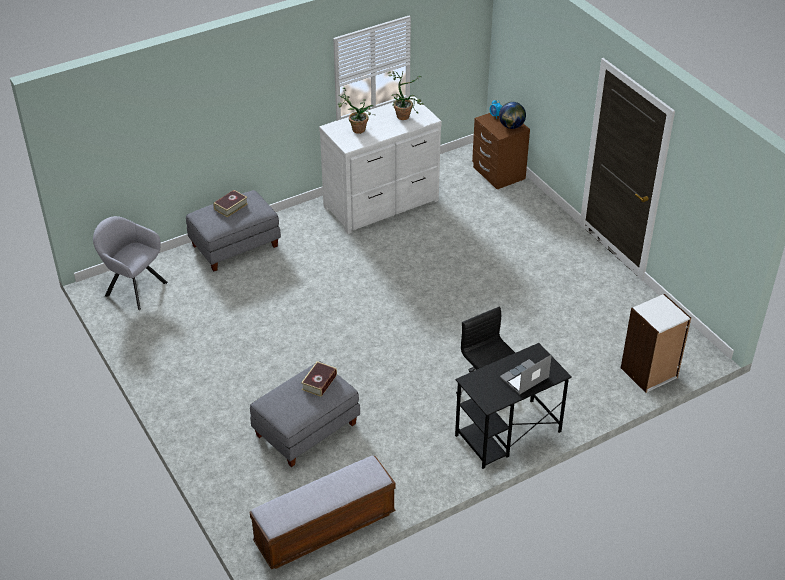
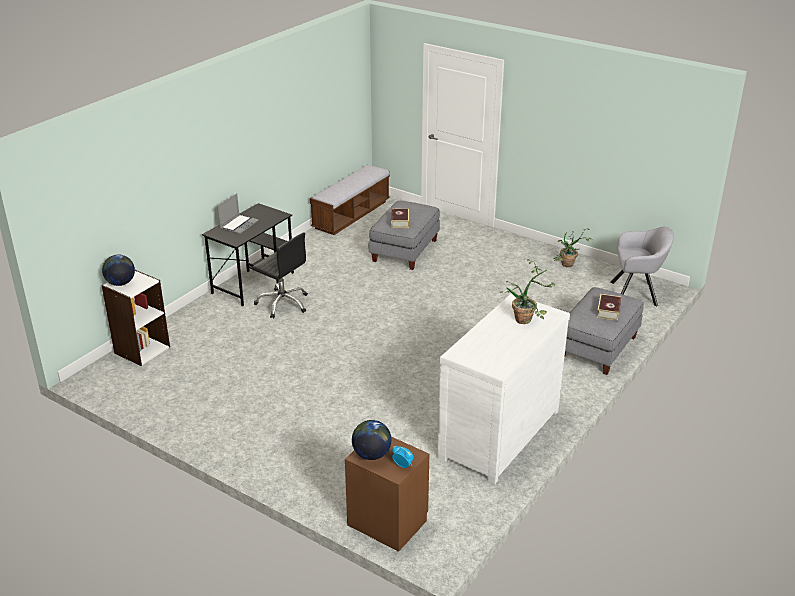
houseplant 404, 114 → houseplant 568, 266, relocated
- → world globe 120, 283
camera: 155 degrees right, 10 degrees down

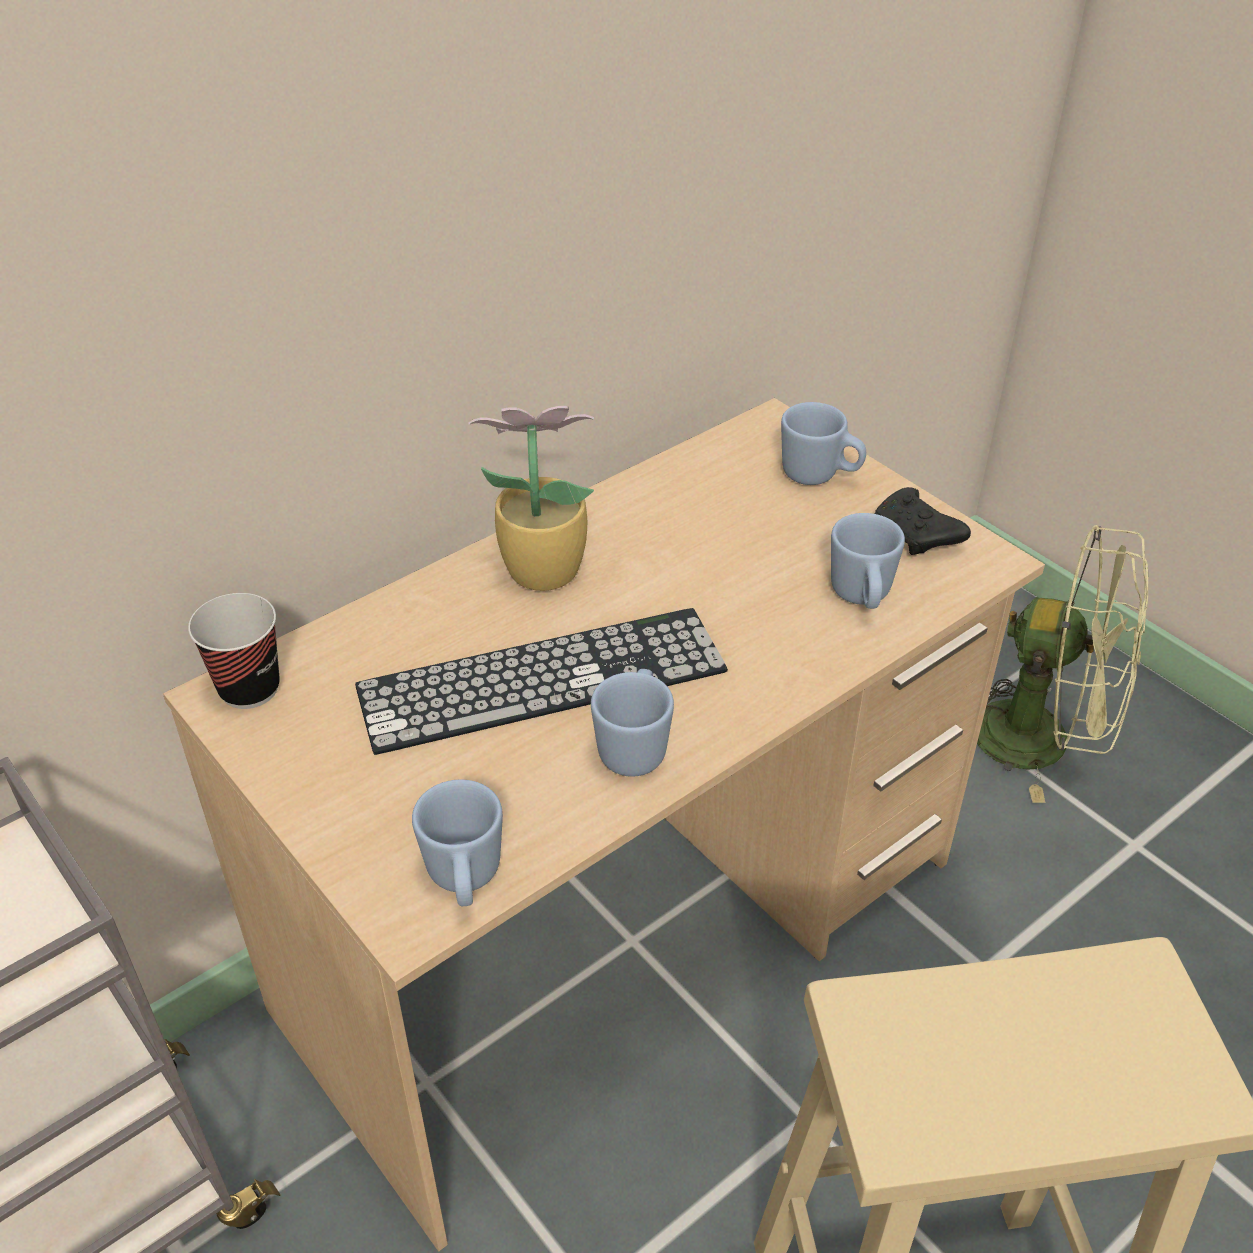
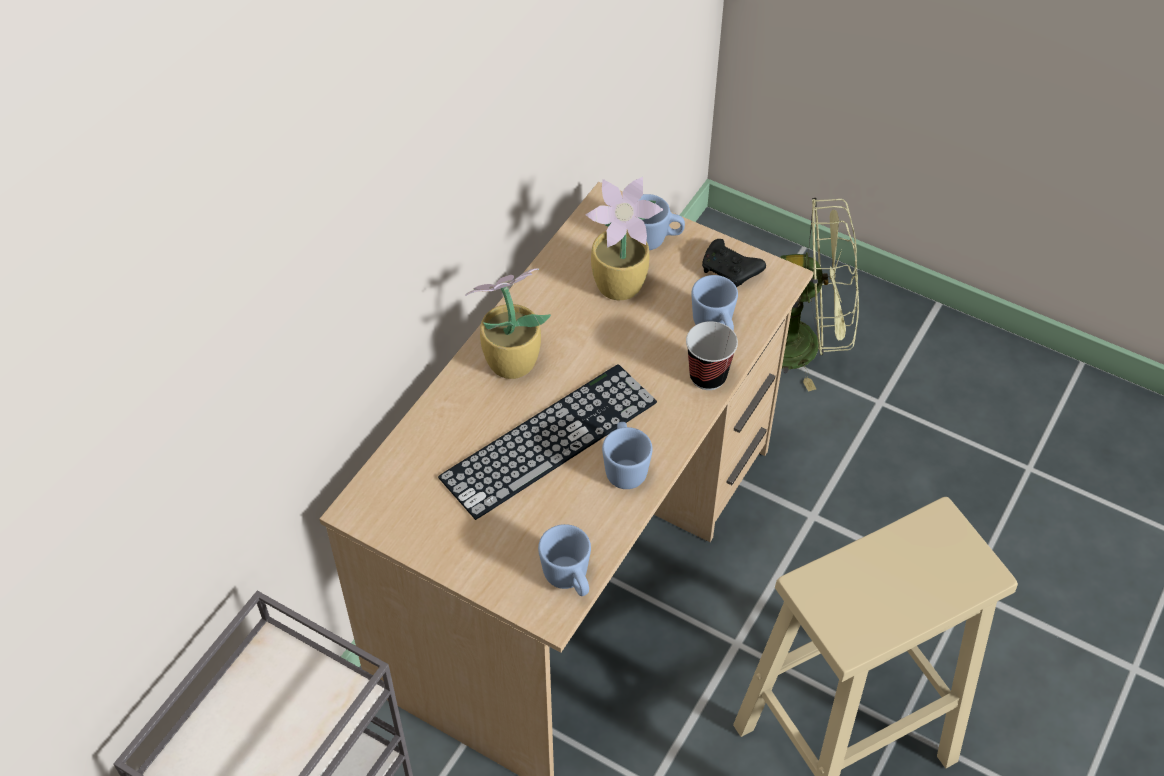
cup 249, 689 → cup 708, 376, relocated
- → houseplant 622, 286
camera: 20 degrees left, 10 degrees up

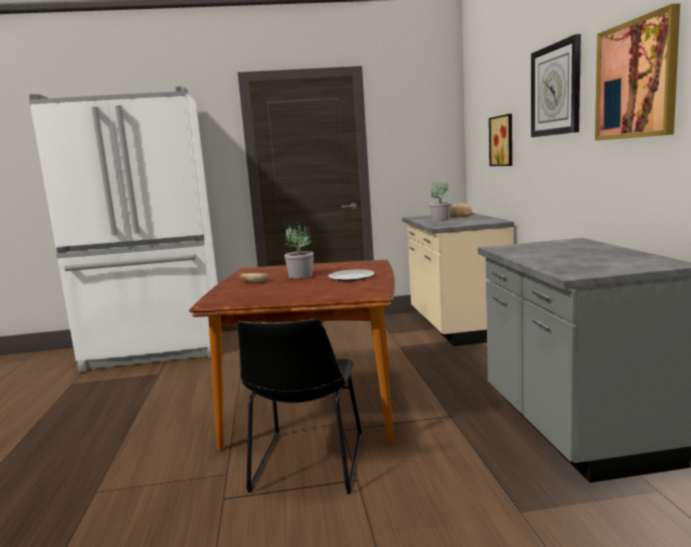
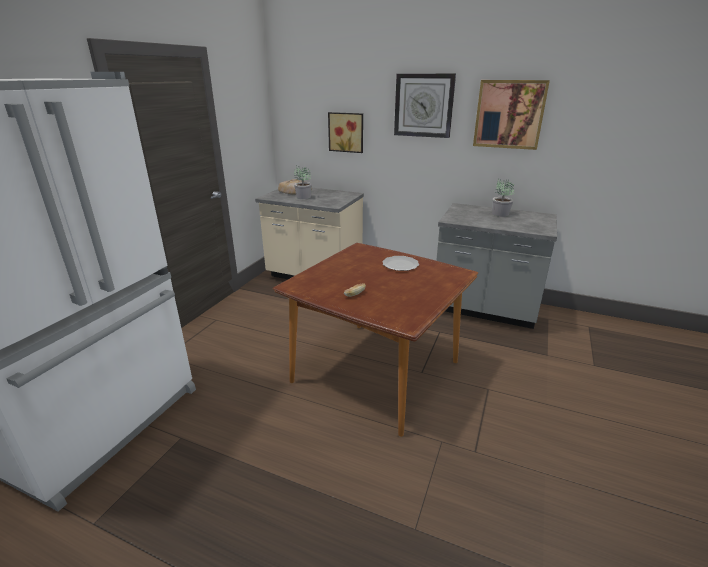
chair/blackish 307, 465 → -
houseplant 300, 275 → houseplant 500, 214, relocated
camera: 60 degrees left, 15 degrees up

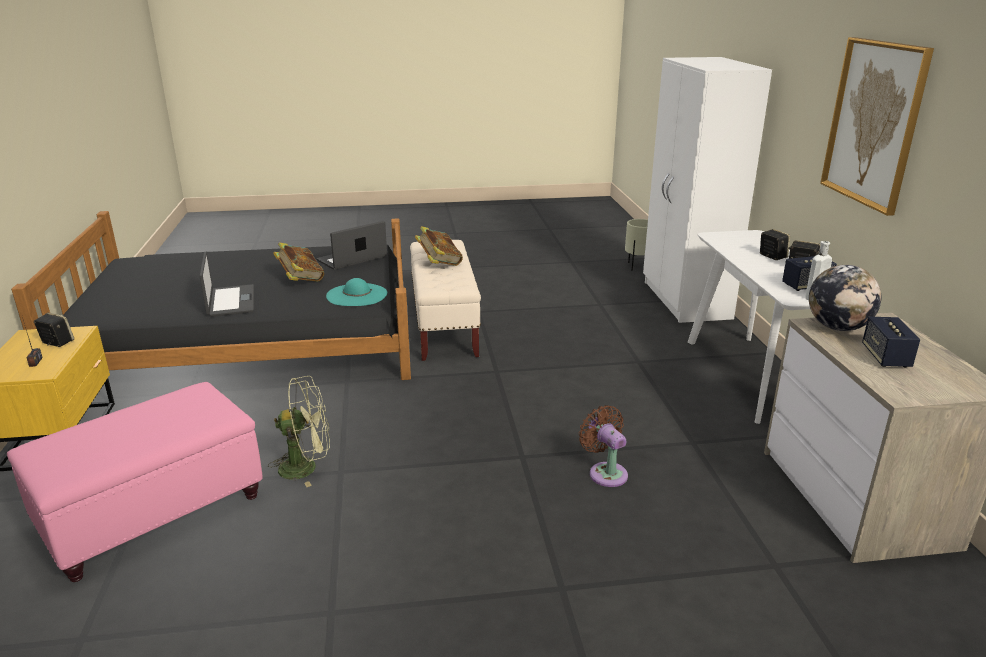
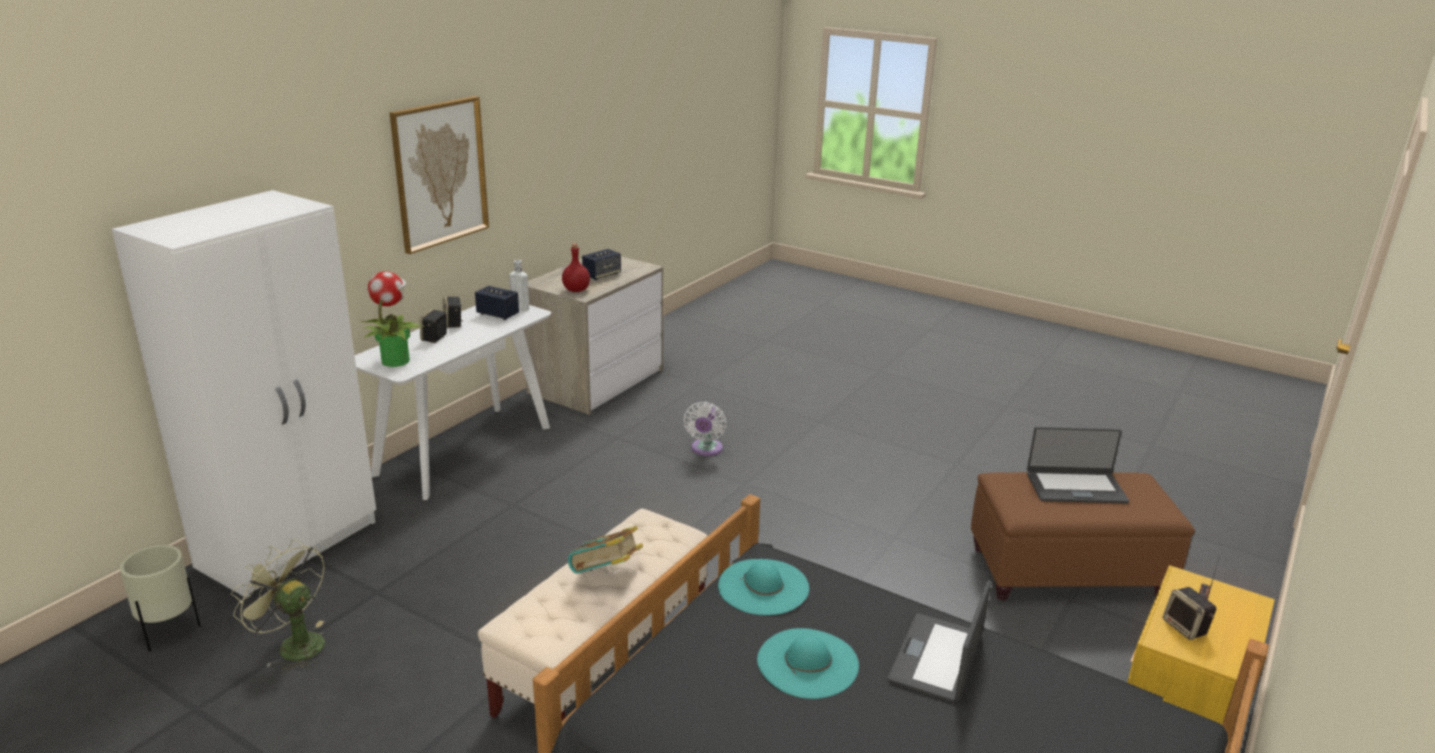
ottoman/pink 152, 514 → ottoman/brown 1068, 572
electric fan/green-coloured 306, 467 → electric fan/green-coloured 293, 644, relocated
volume 300, 280 → clothing hat/turquoise-coloured 807, 662
portable computer 352, 259 → portable computer 1075, 487, relocated
electric fan/brown 605, 472 → electric fan/white 706, 450
world globe 837, 327 → bottle/reddish 576, 290
- → houseplant 395, 360
camera: 140 degrees left, 0 degrees up

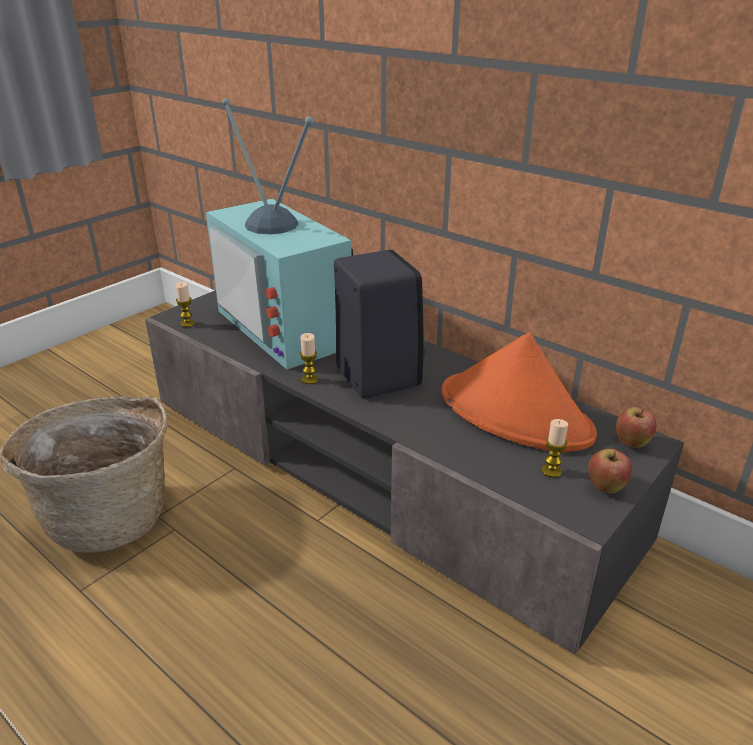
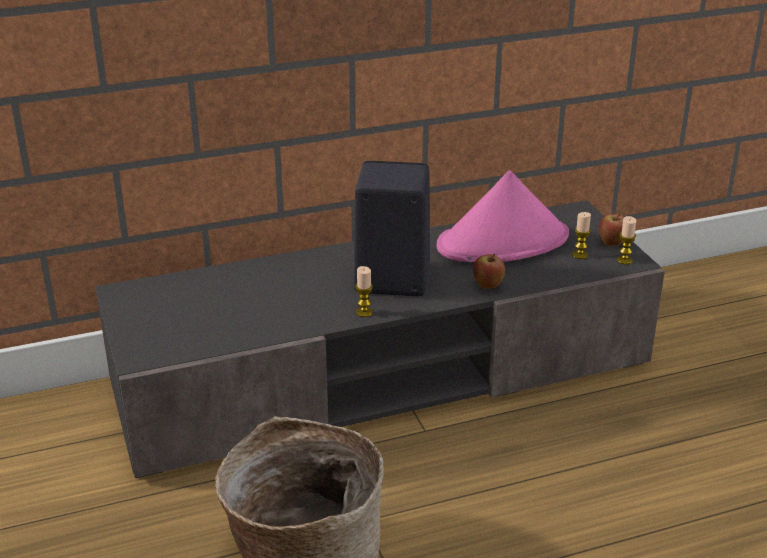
wax light 187, 323 → wax light 624, 260, relocated
TV set 291, 327 → -
clothing hat/orange-coloured 516, 414 → clothing hat/pink 503, 242
apple 631, 444 → apple 488, 286, relocated
camera: 60 degrees left, 0 degrees up

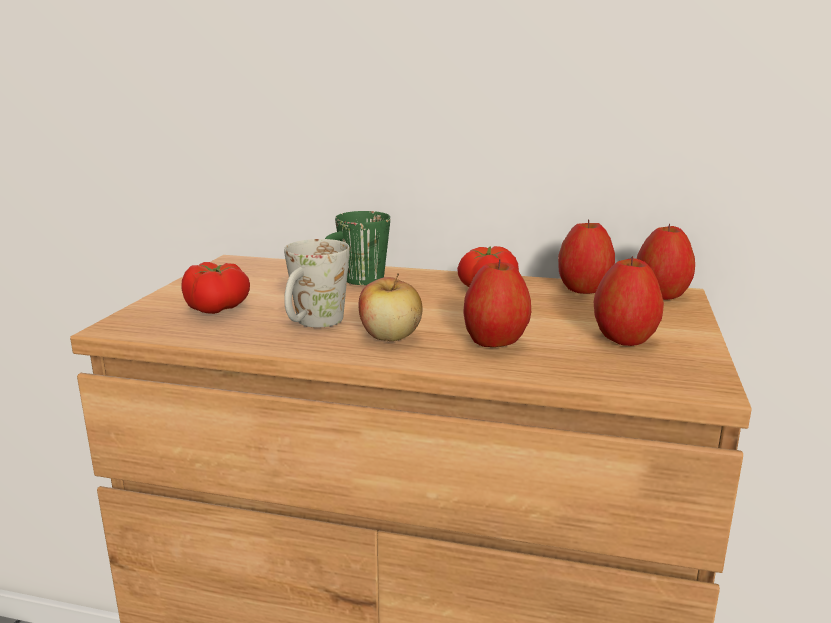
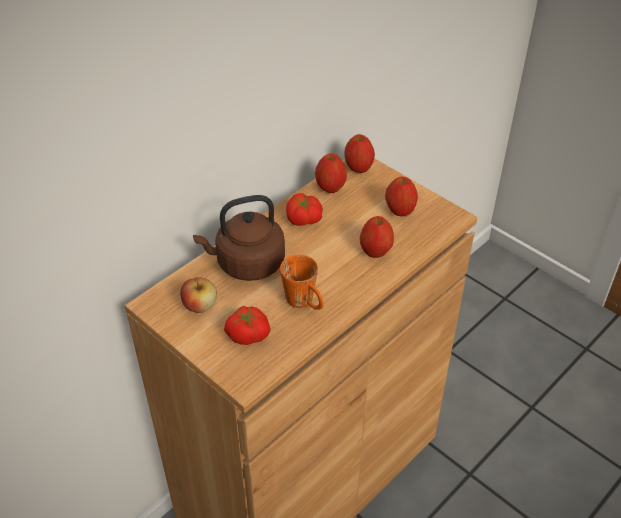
coffee mug/white 313, 325 → coffee mug/orange-coloured 305, 303
coffee mug/green-coloured 354, 282 → kettle/brown 247, 264
apple 390, 337 → apple 200, 306, relocated
camera: 60 degrees left, 25 degrees up

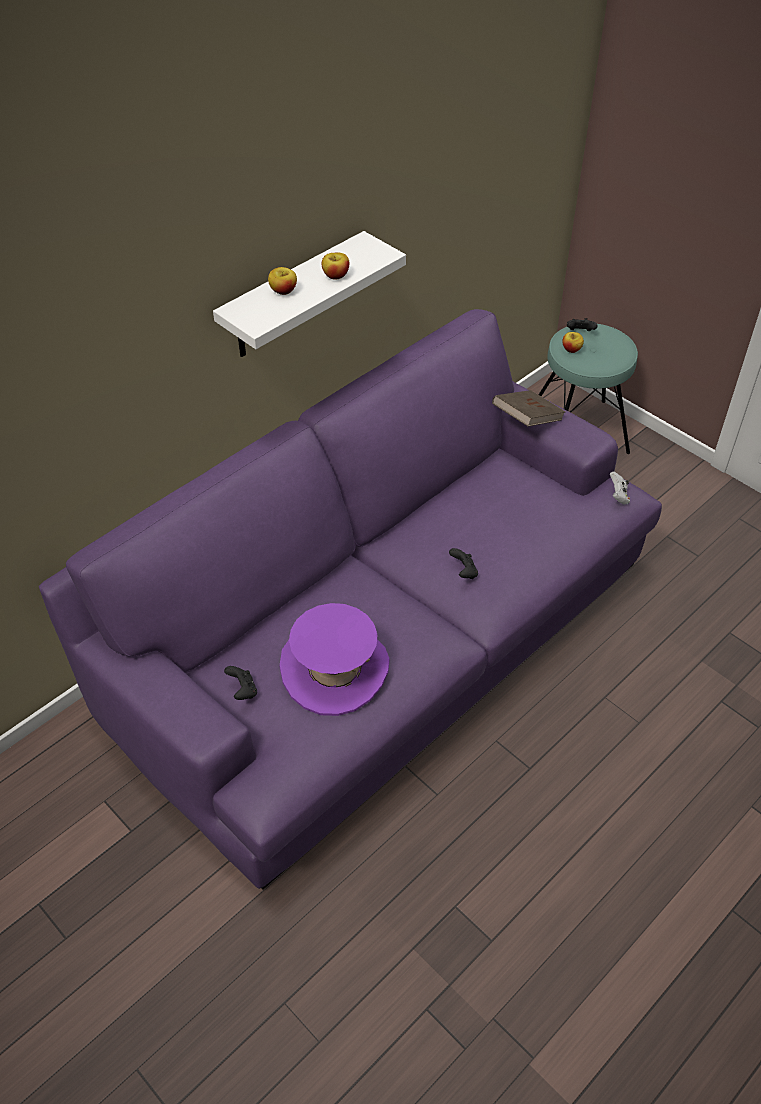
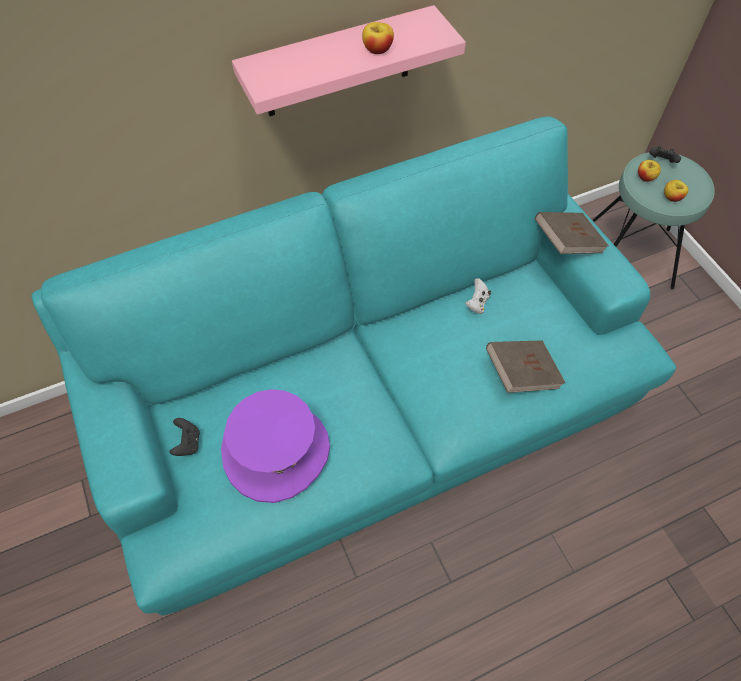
sofa/purple 379, 633 → sofa/turquoise-coloured 370, 399
bracket shelf/white 293, 297 → bracket shelf/pink 337, 64
apple 283, 291 → apple 672, 197, relocated
joypad/blackish 464, 572 → -
joypad/white 618, 496 → joypad/white 477, 303, relocated
- → volume/brown 521, 374
camera: 20 degrees right, 10 degrees up

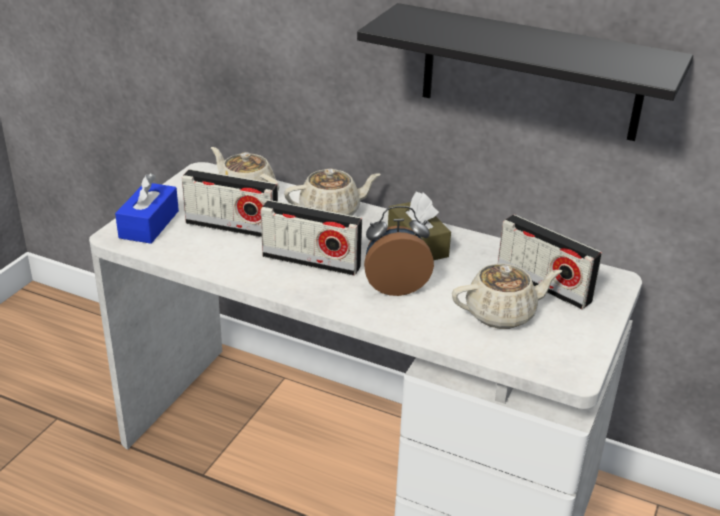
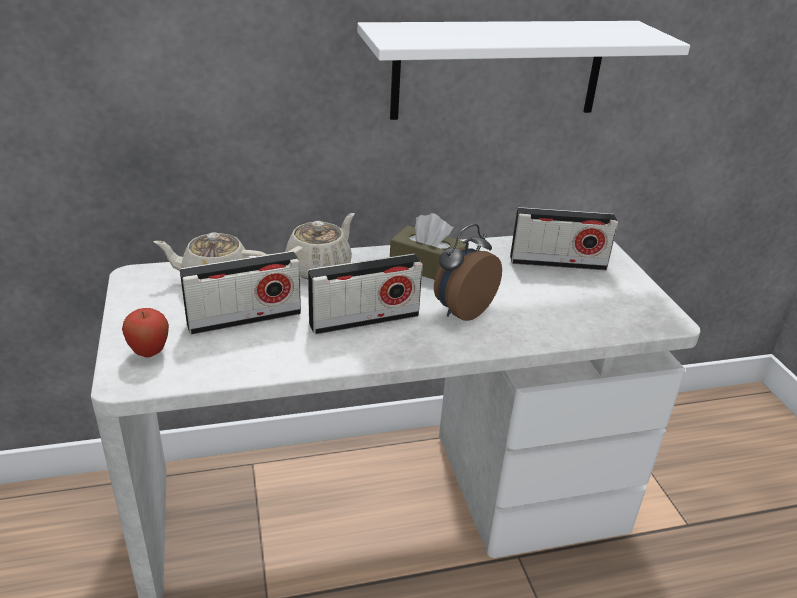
box of tissues/blue-coloured 149, 224 → apple 150, 352
bracket shelf/blackish 531, 73 → bracket shelf/white 498, 69
teapot/beige 502, 314 → -
camera: 40 degrees left, 0 degrees up

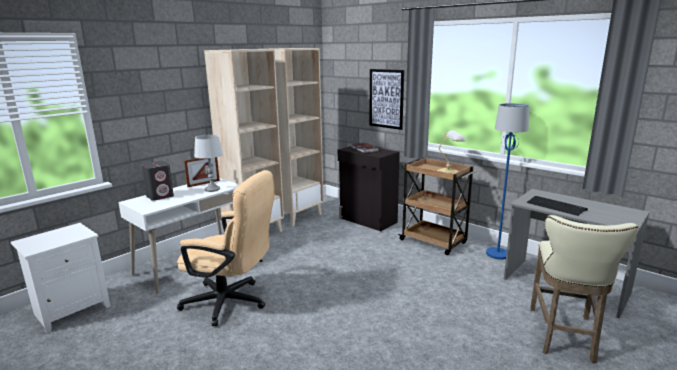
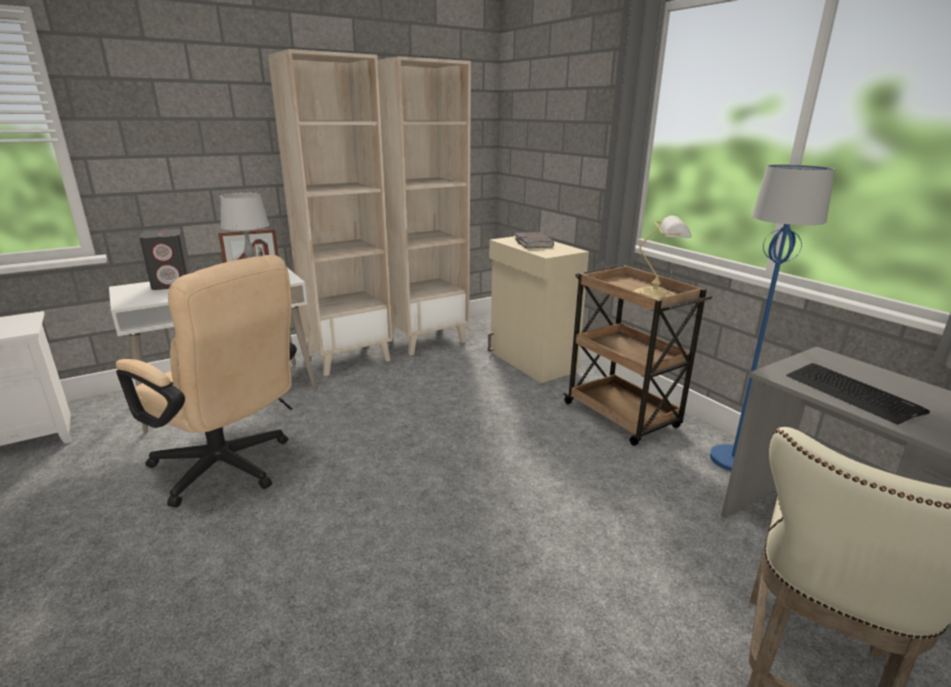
cabinet/blackish 368, 220 → cabinet/beige 531, 362
wall picture 386, 99 → -
camera: 15 degrees right, 5 degrees up

